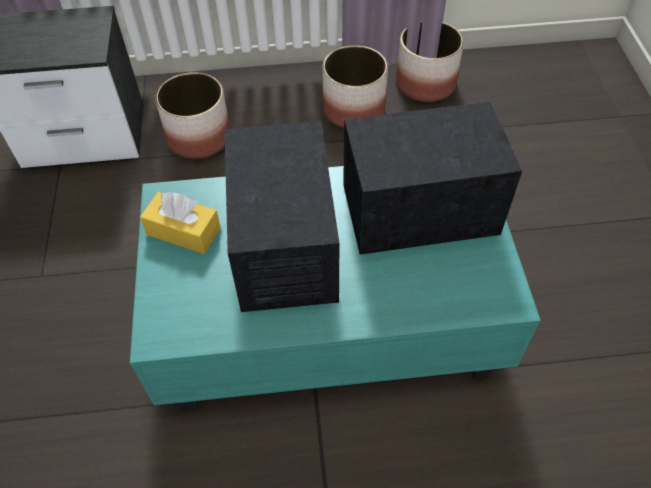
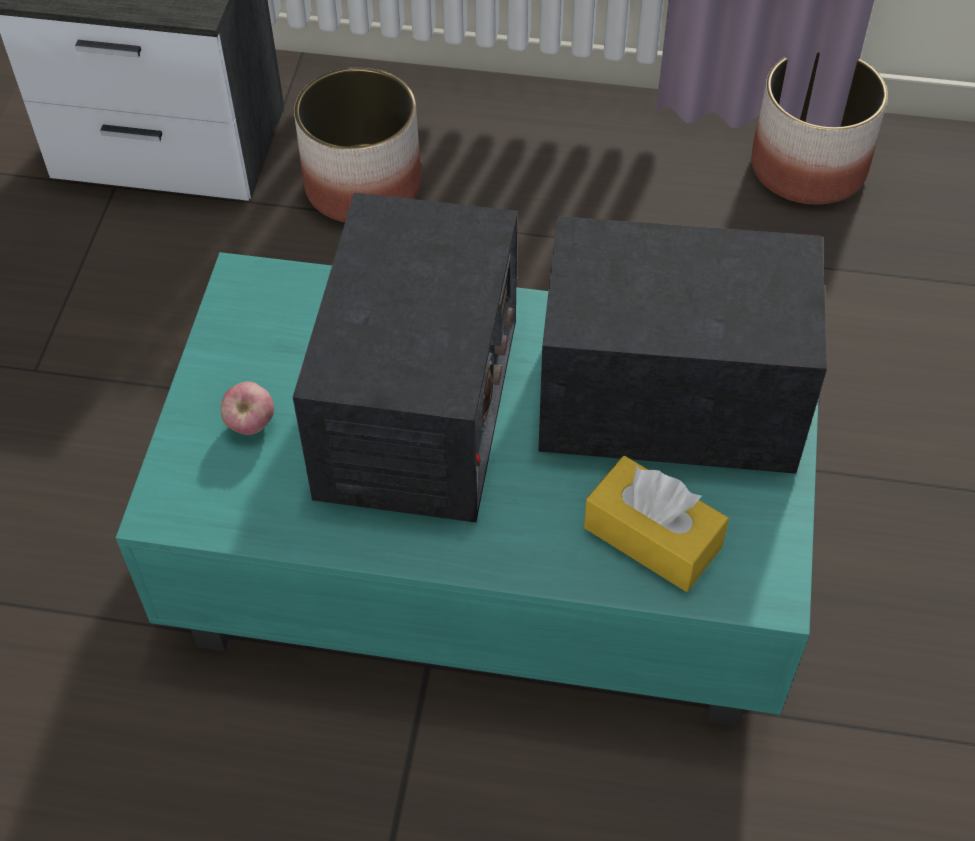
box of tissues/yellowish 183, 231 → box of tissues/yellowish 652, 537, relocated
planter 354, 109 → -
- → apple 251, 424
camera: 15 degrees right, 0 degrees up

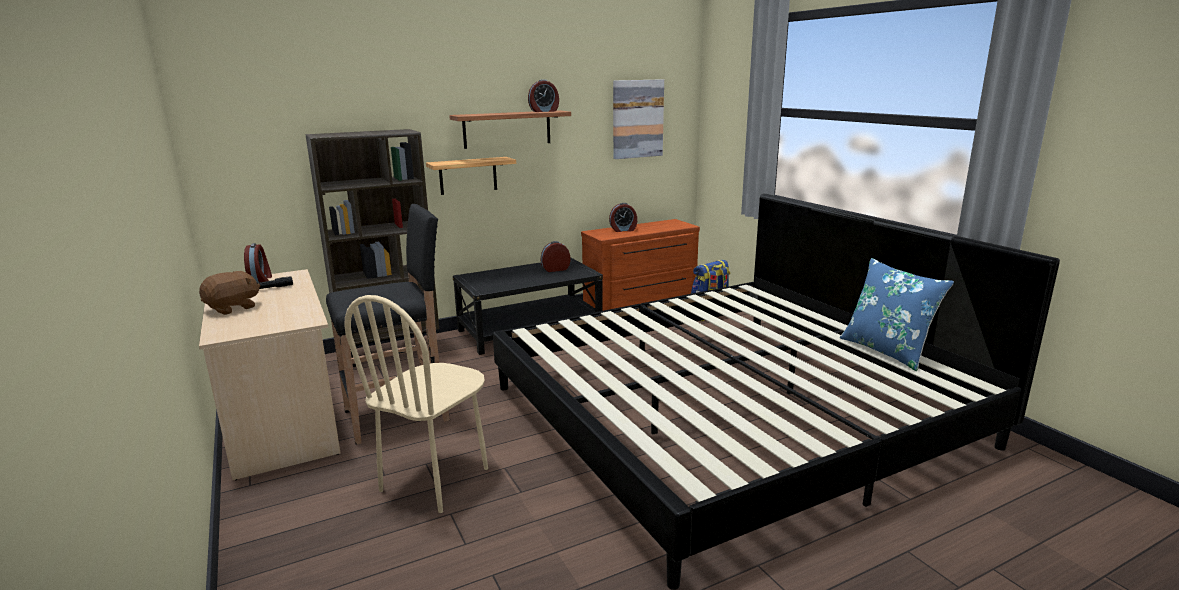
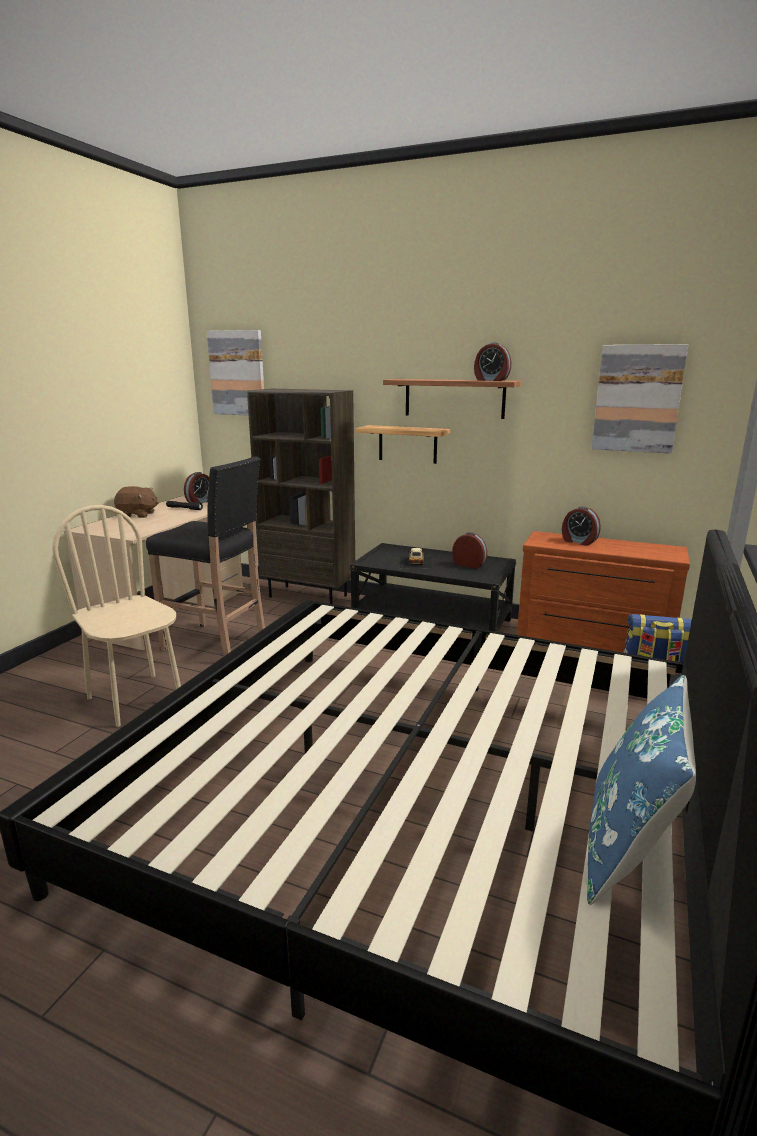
chair/beige 435, 480 → chair/beige 136, 699, 60 degrees clockwise
- → wall picture 237, 373
- → toy car 415, 562
camera: 50 degrees right, 0 degrees up

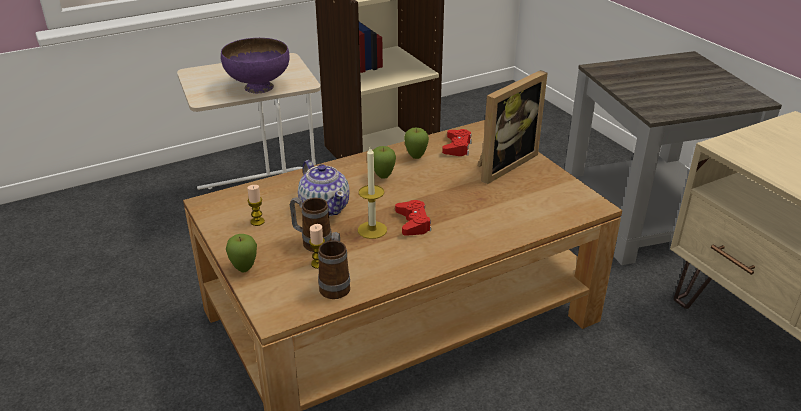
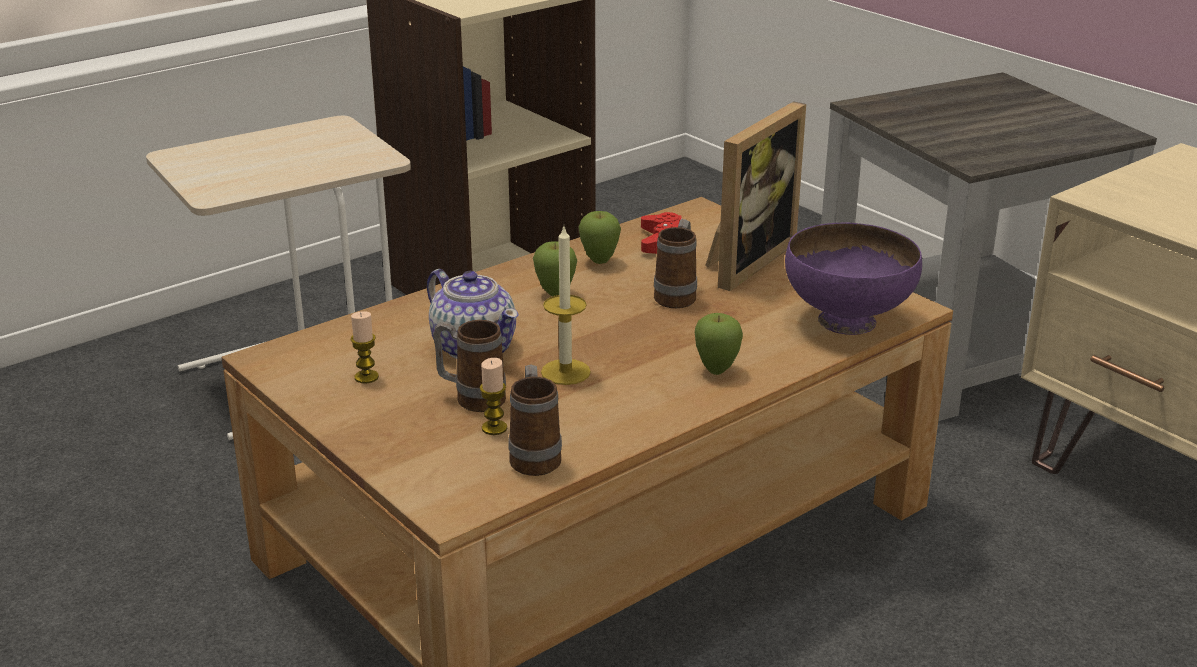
serving bowl/purple 258, 87 → serving bowl/purple 846, 322, relocated
apple 244, 269 → apple 716, 370, relocated
joypad/reddish 413, 223 → -
- → coffee mug 677, 295
camera: 10 degrees left, 5 degrees down

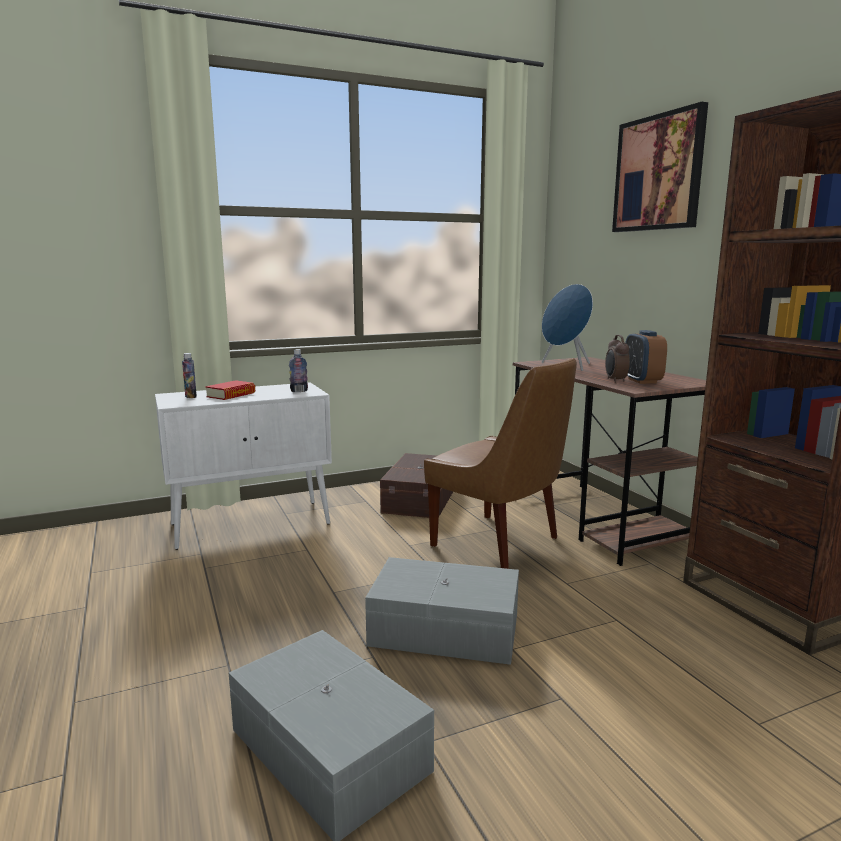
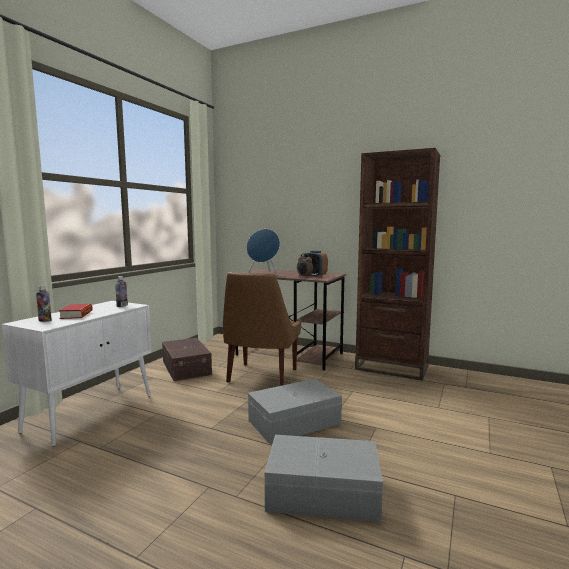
chair/brown 499, 543 → chair/brown 261, 377, 105 degrees clockwise
wall picture 658, 173 → -
camera: 40 degrees left, 5 degrees down

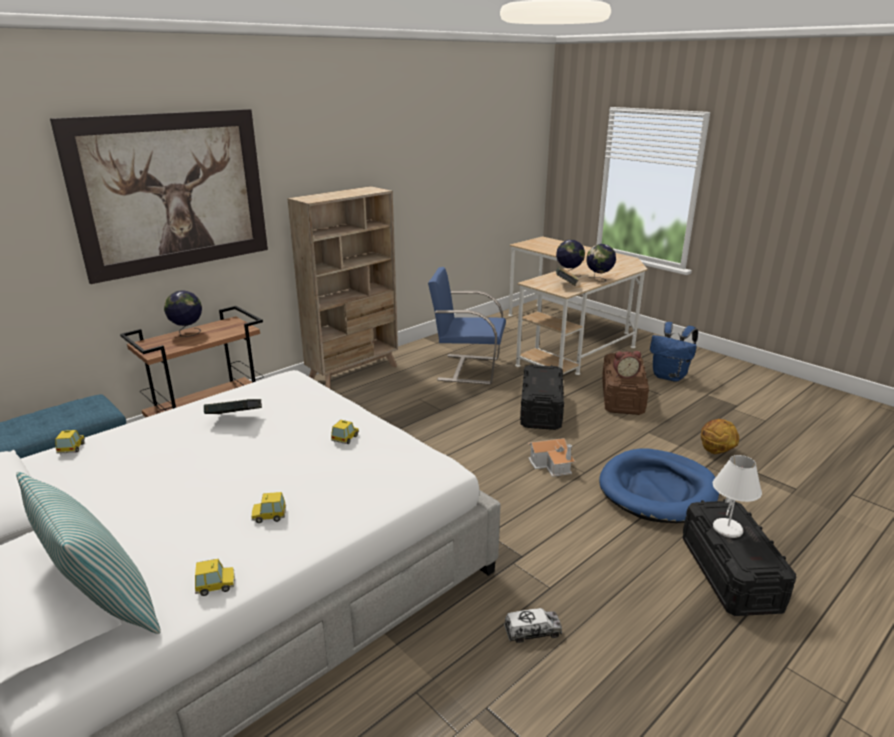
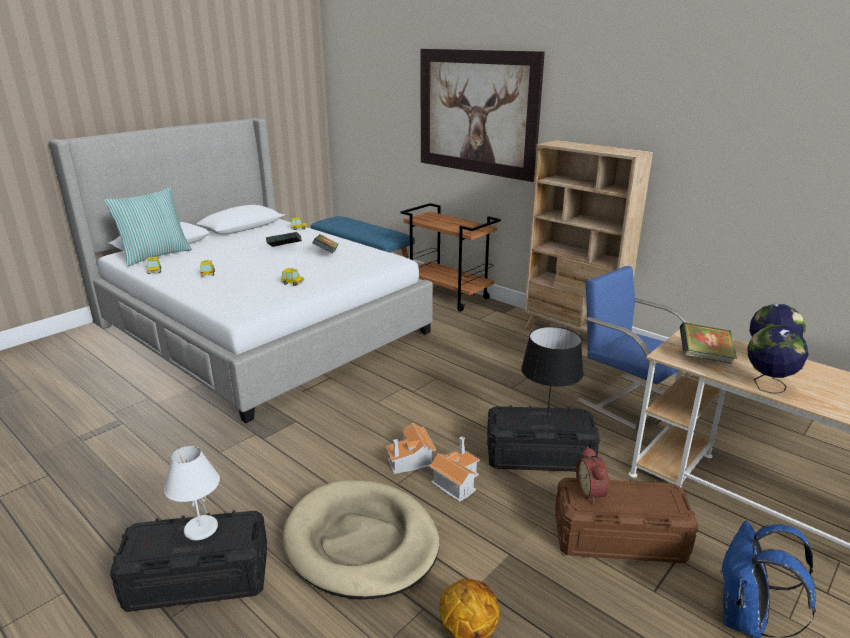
world globe 187, 333 → -
chair/blue-coloured 467, 369 → chair/blue-coloured 628, 400, 45 degrees counterclockwise
toy truck 532, 632 → -
pet bed/blue-coloured 658, 490 → pet bed/beige 361, 542
- → volume 285, 249
- → miniature house 456, 481
- → lamp for a table/blackish 547, 417
camera: 85 degrees right, 0 degrees up

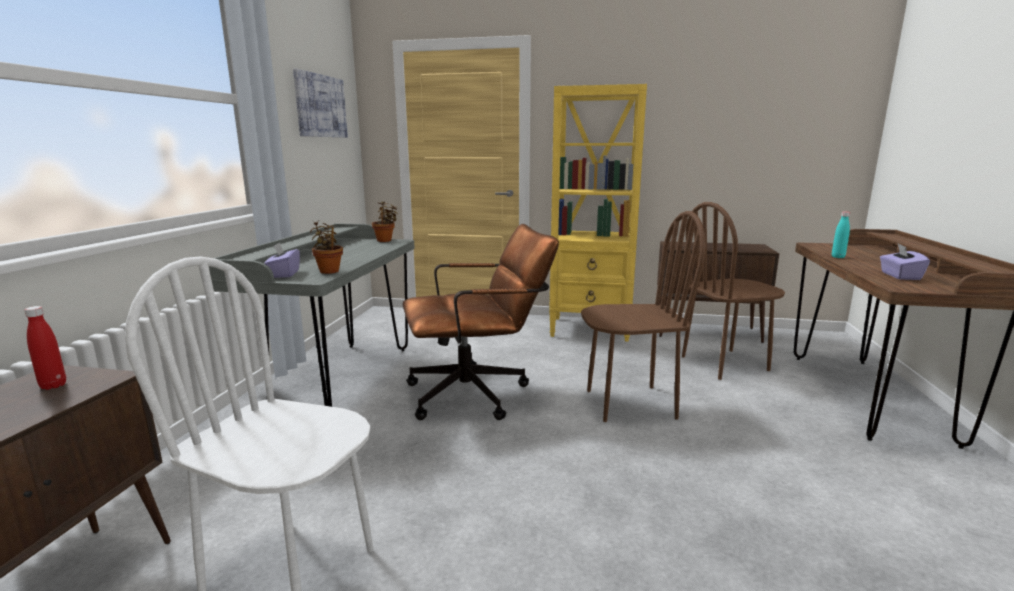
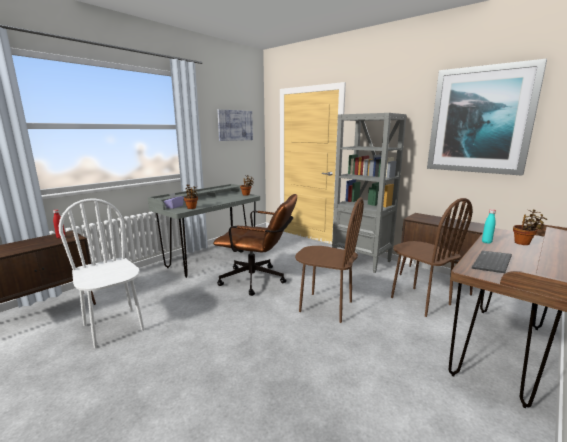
bookshelf/yellowish 591, 329 → bookshelf/greyish 362, 261
chair/brown 725, 363 → chair/brown 420, 301, 135 degrees counterclockwise
box of tissues/purple 899, 276 → computer keyboard 493, 263
- → wall picture 480, 120
- → houseplant 523, 243
camera: 30 degrees right, 0 degrees up

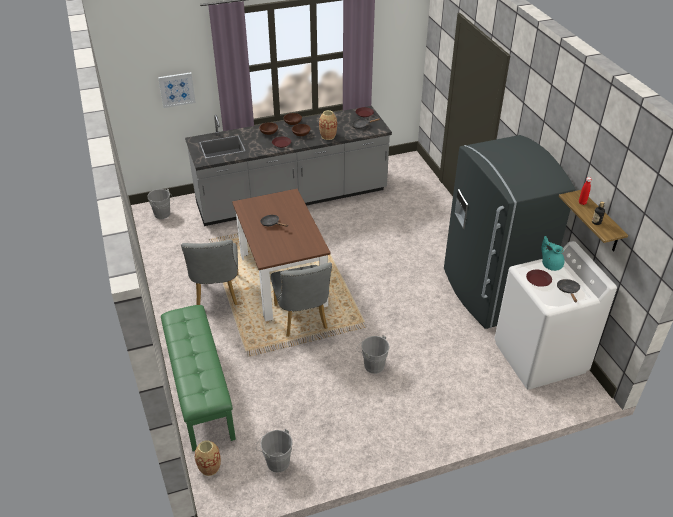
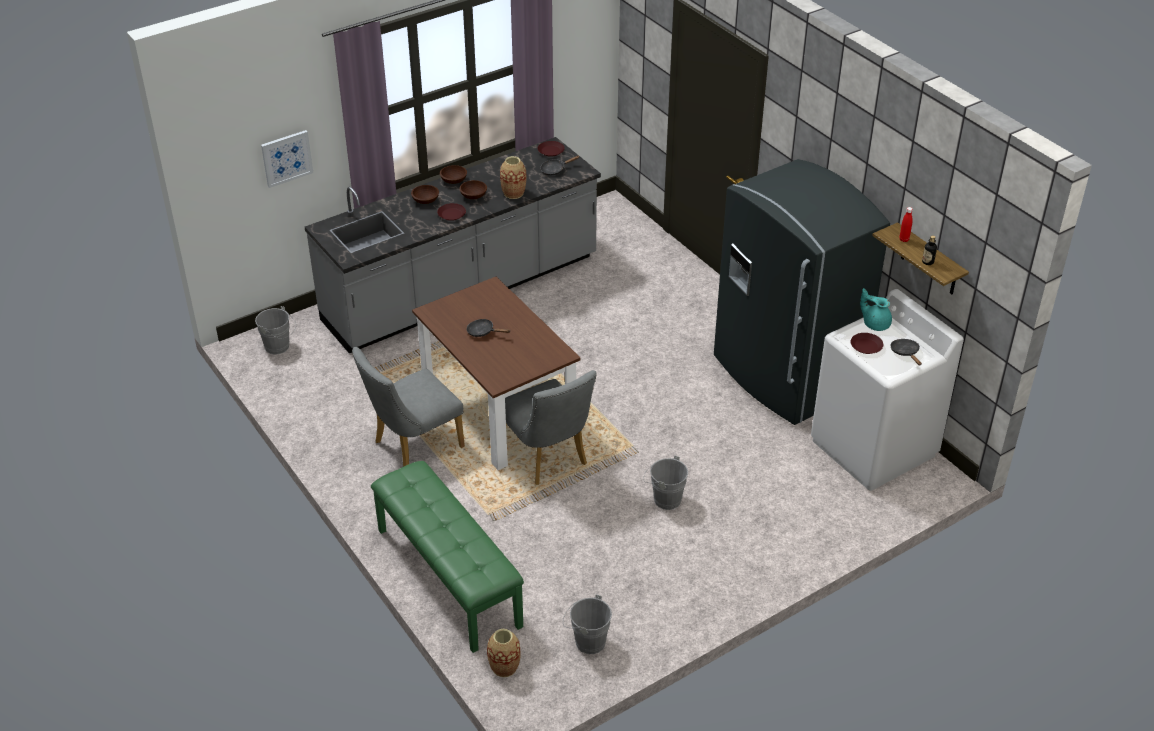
chair/greyish 217, 294 → chair/greyish 413, 446, 75 degrees clockwise
camera: 15 degrees left, 0 degrees up

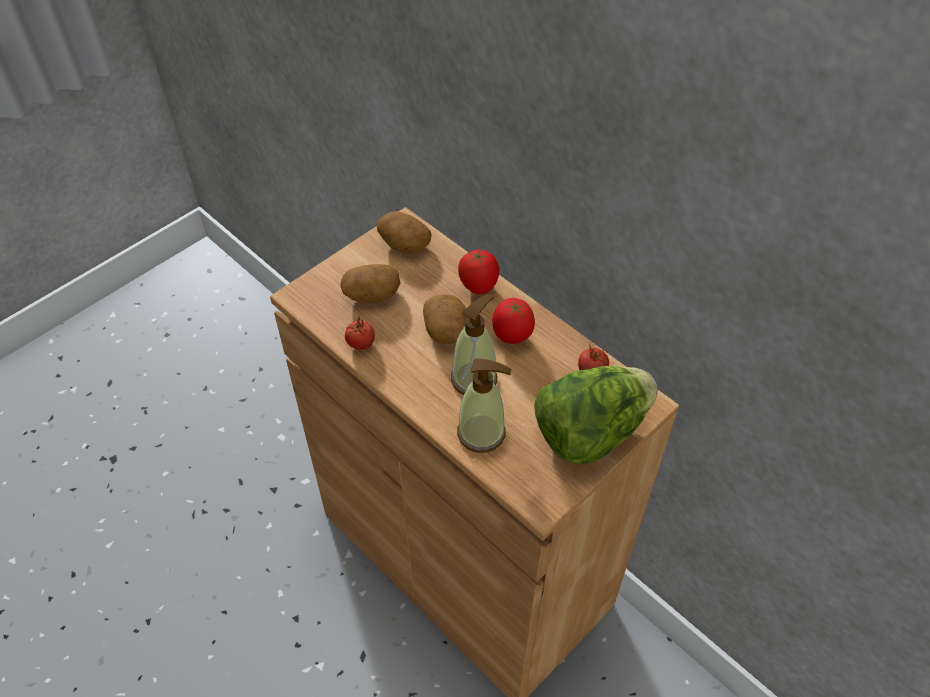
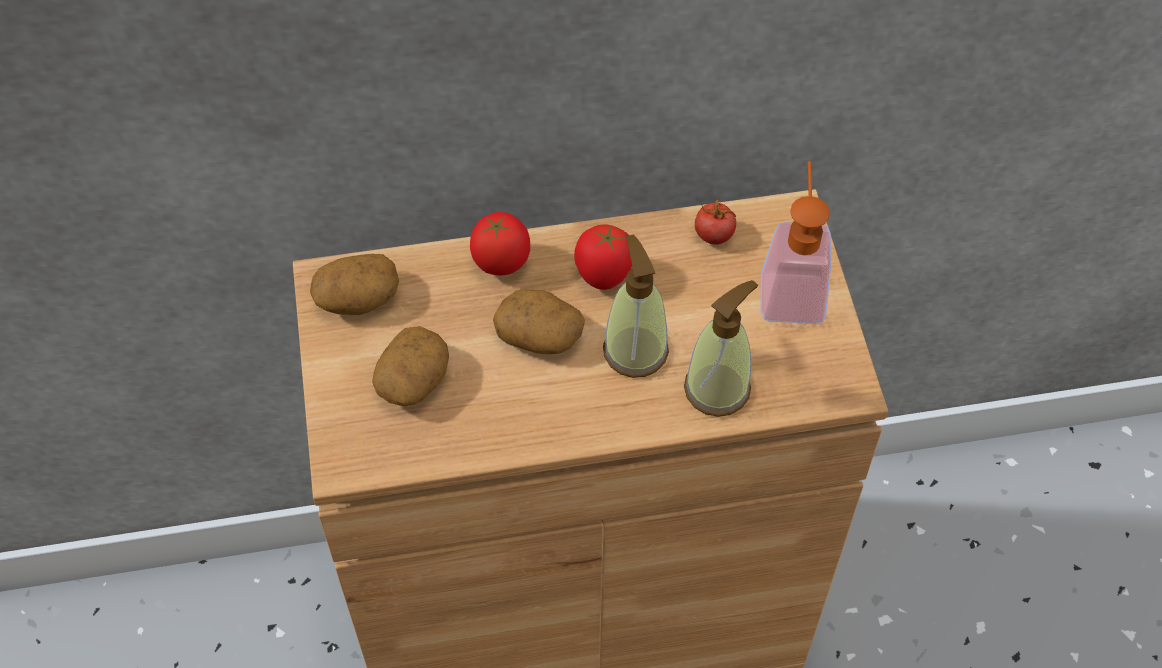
whole tomato 361, 344 → -
lettuce 590, 432 → soap dispenser 792, 287
camera: 55 degrees left, 5 degrees up

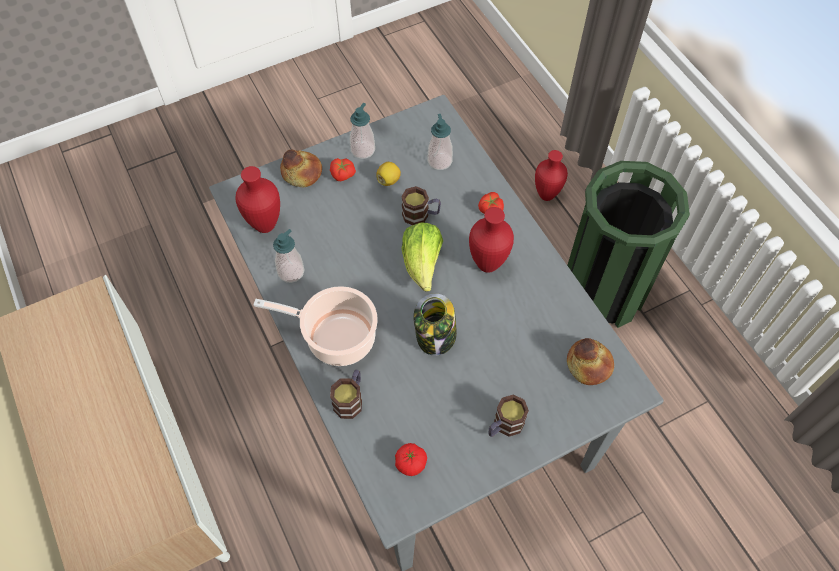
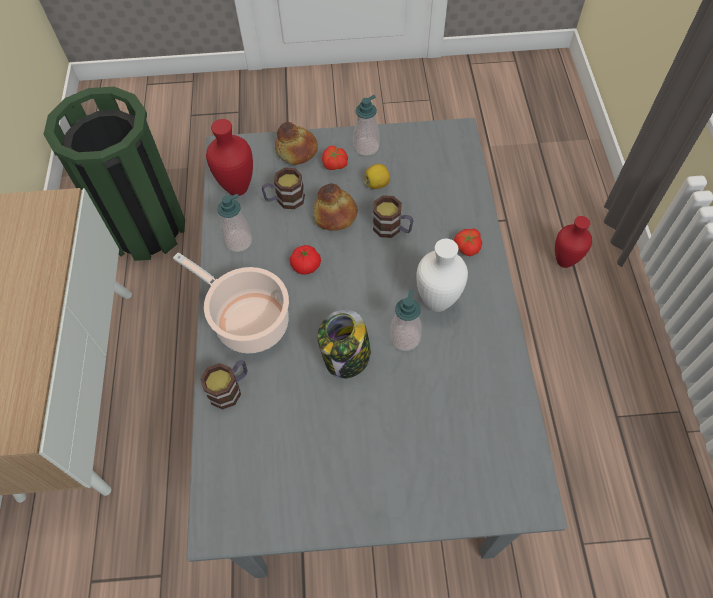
whole tomato 410, 463 → whole tomato 306, 266, relocated
lettuce 422, 264 → -
soap dispenser 439, 161 → soap dispenser 405, 338, relocated
flower vase/reddish 488, 263 → flower vase/white 438, 301
coffee mug 504, 426 → coffee mug 285, 200, relocated
trash can/green-coloured 601, 292 → trash can/green-coloured 146, 228, relocated
bakery bread 588, 365 → bakery bread 334, 215, relocated
camera: 25 degrees right, 0 degrees up

